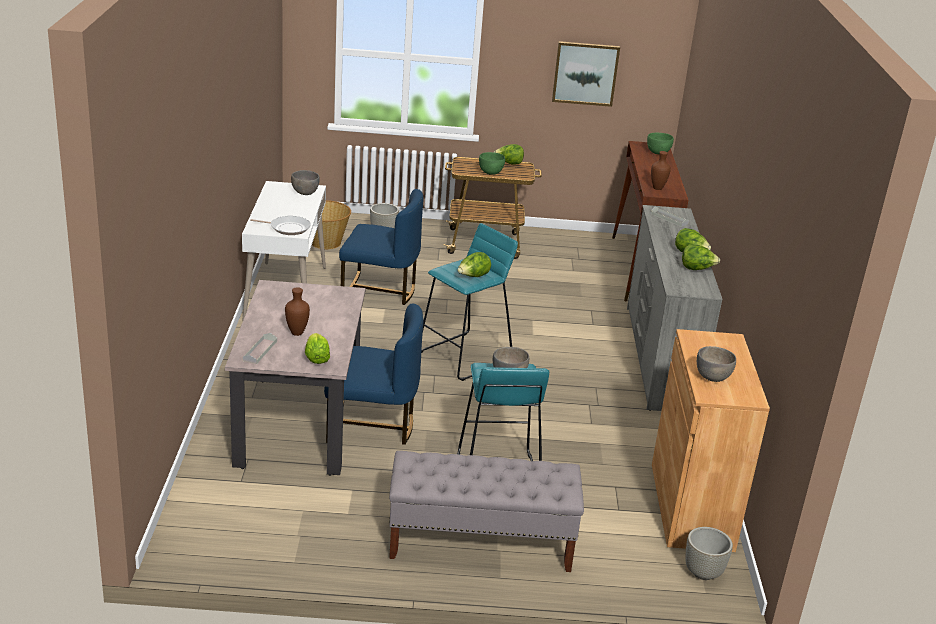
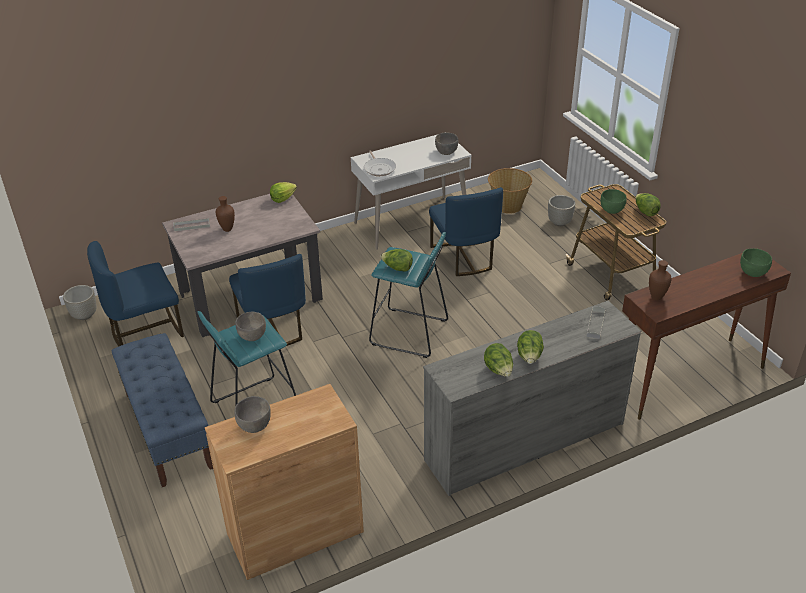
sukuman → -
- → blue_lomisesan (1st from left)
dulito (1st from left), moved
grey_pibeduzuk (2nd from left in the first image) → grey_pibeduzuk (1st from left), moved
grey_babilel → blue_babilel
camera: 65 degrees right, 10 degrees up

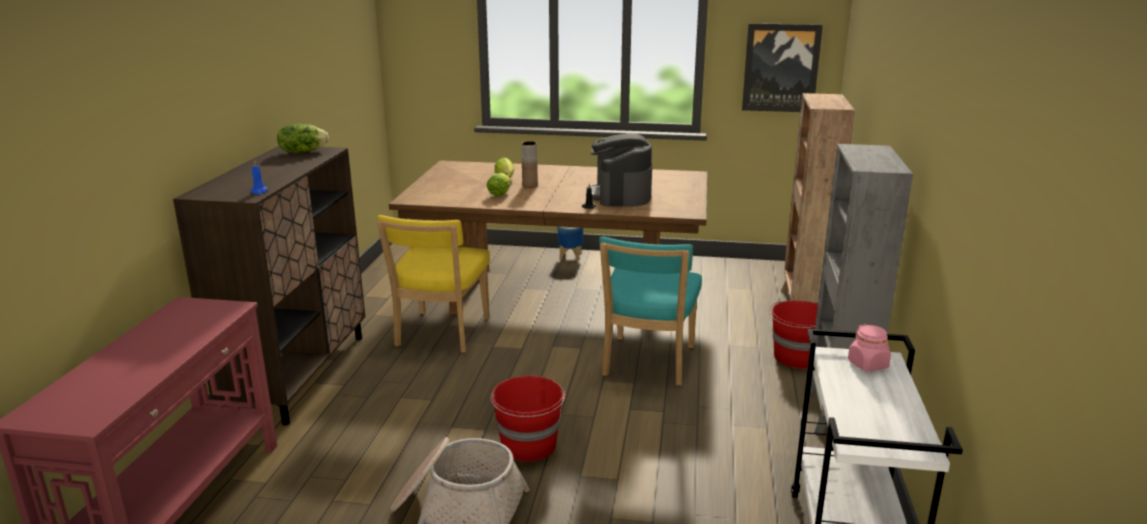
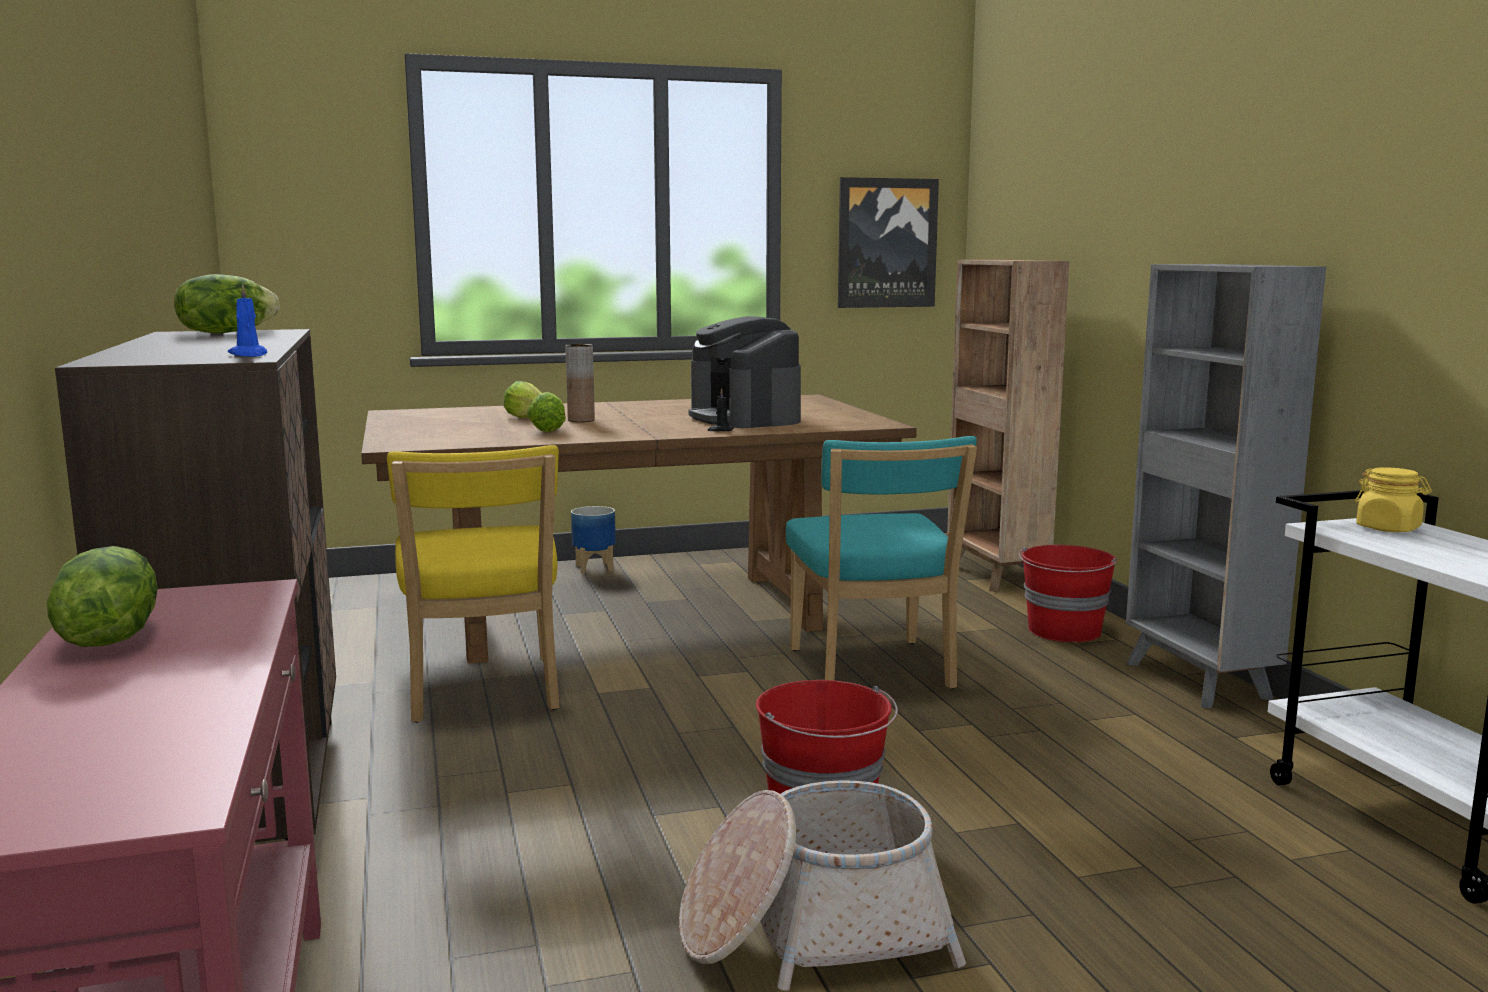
- → dulito (1st from left)
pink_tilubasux → yellow_tilubasux
camera: 25 degrees left, 10 degrees down

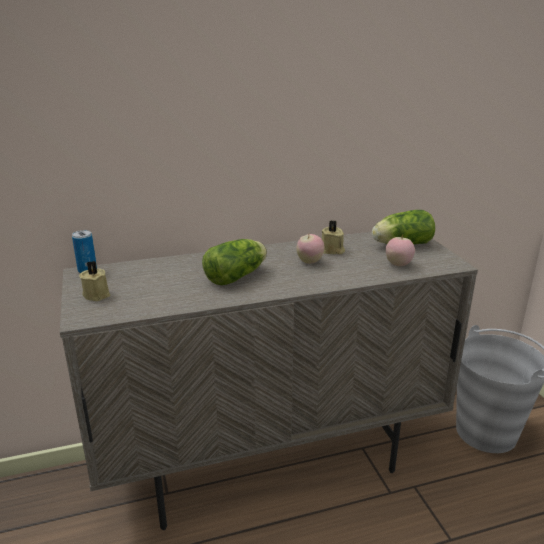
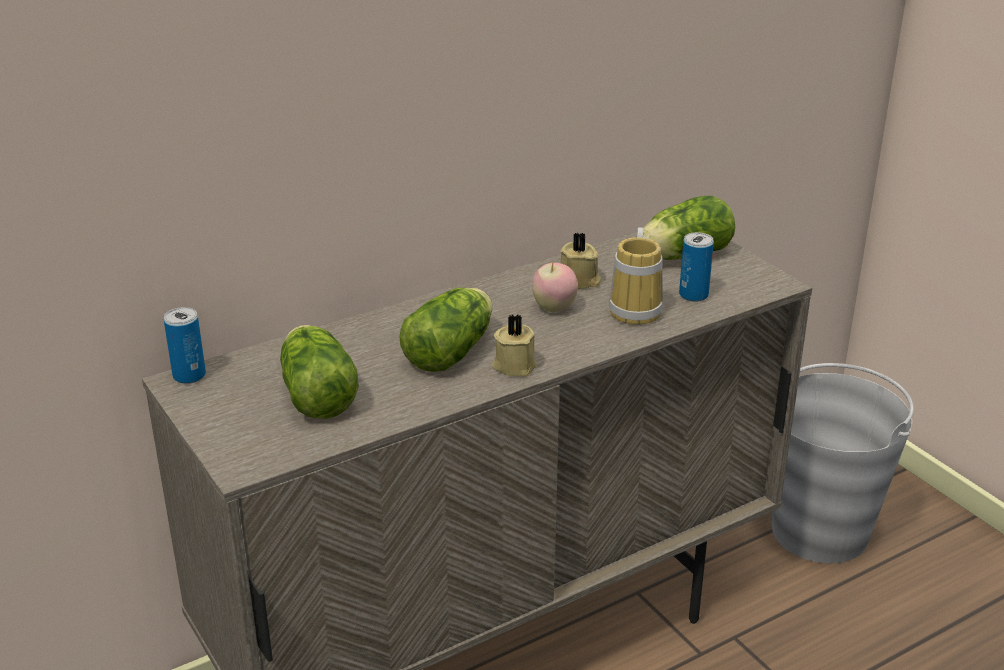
- → dulito (1st from left)
- → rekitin
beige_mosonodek (1st from left), moved
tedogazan (2nd from left) → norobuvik (2nd from left)
camera: 15 degrees left, 5 degrees up

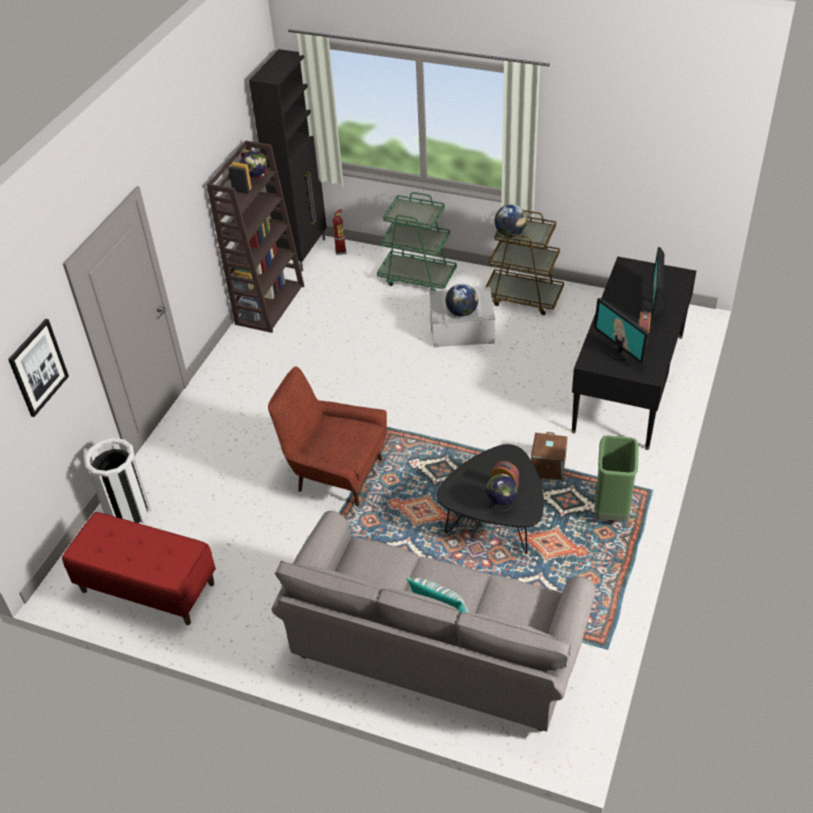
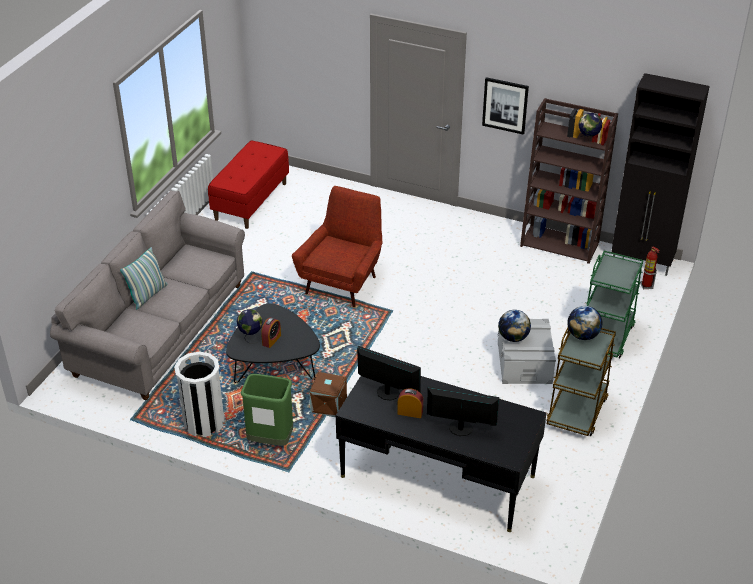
sukuman, moved
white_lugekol, moved
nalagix (1st from left), 60 degrees clockwise
camera: 90 degrees right, 5 degrees down

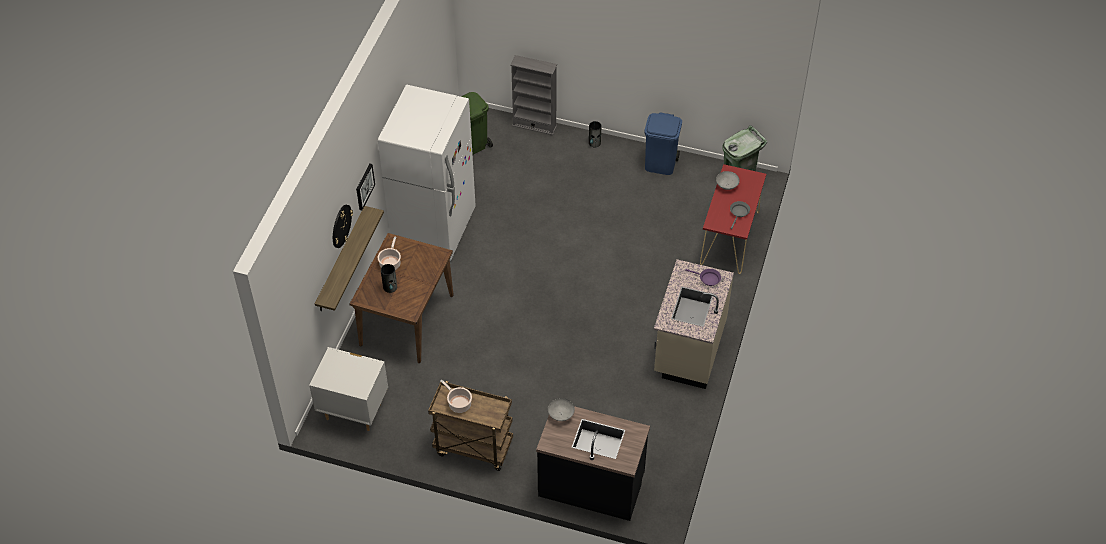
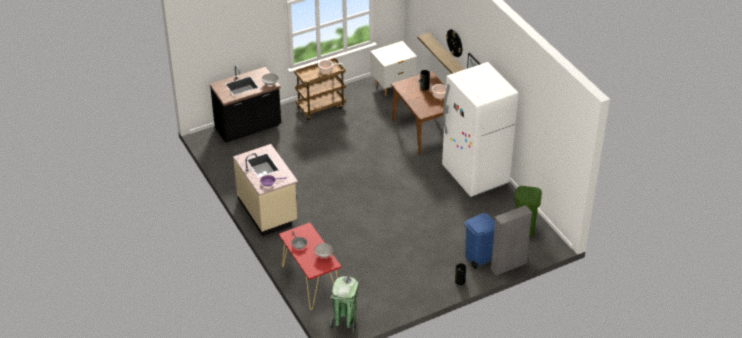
blue_lugekol, moved
camera: 135 degrees right, 10 degrees down

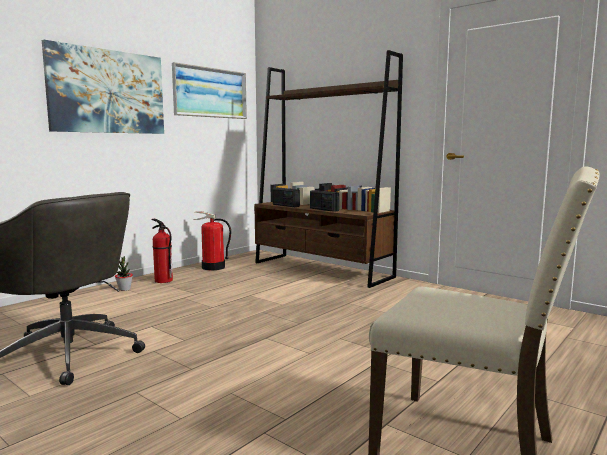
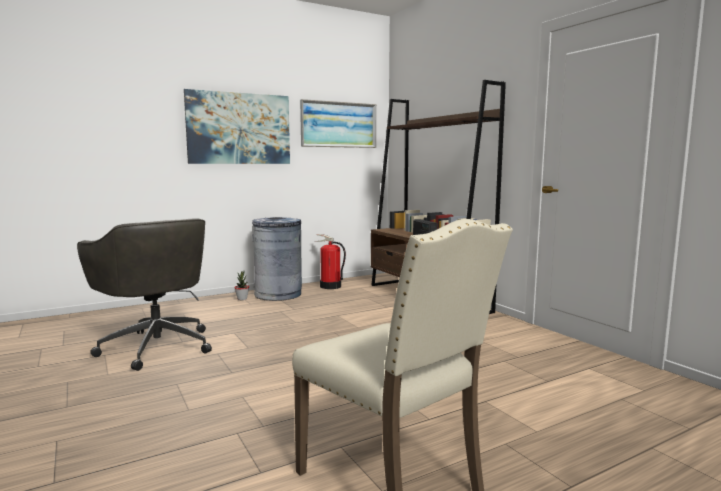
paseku (1st from left) → -
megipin (1st from left) → grey_lugekol
camera: 20 degrees right, 0 degrees up

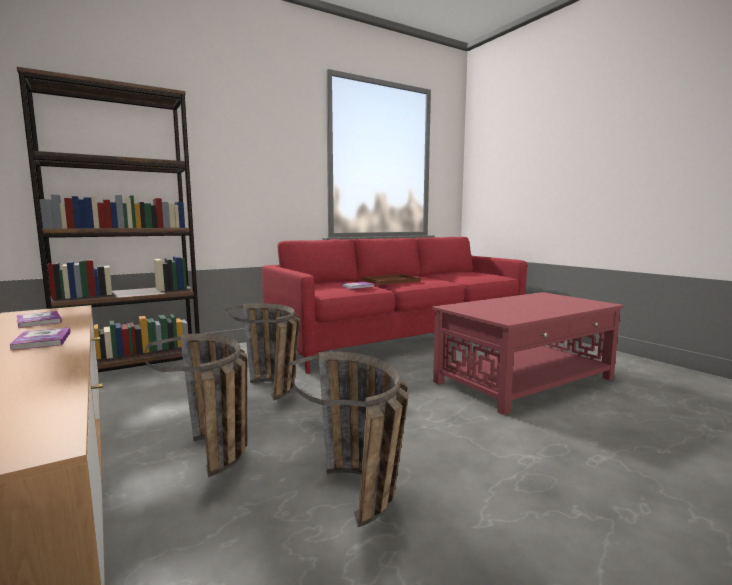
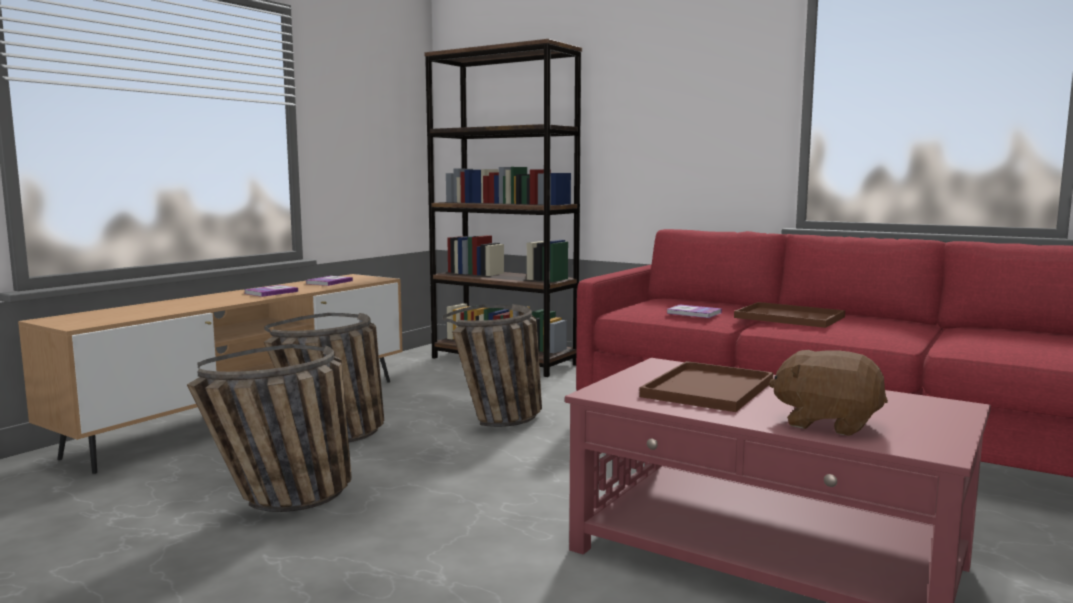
- → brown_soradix (1st from left)
- → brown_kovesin
camera: 65 degrees right, 0 degrees up

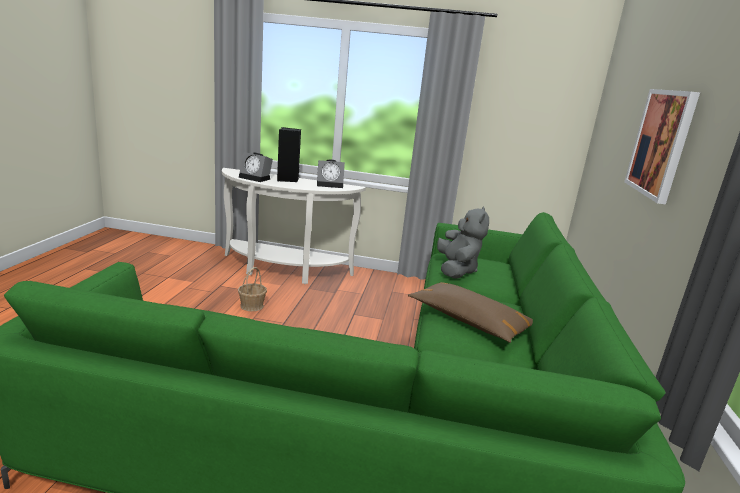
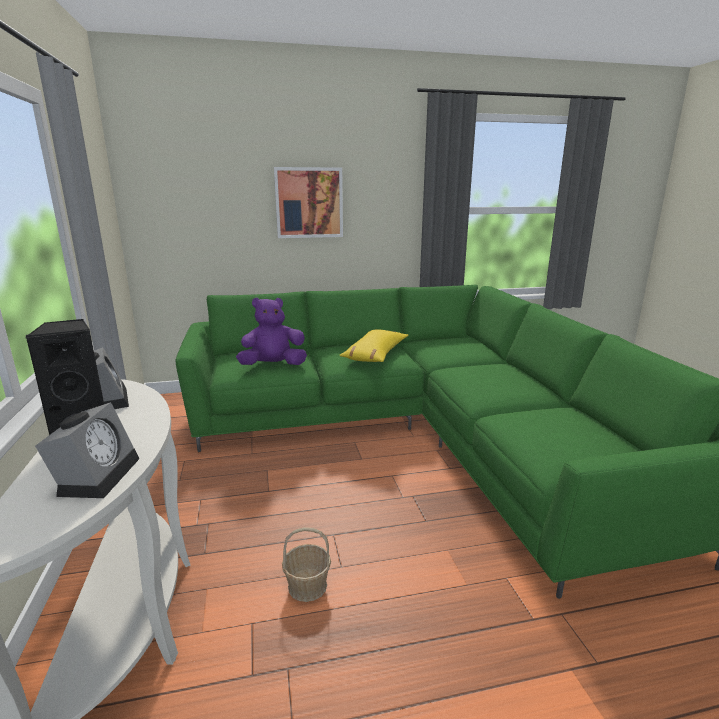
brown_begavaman → yellow_begavaman
grey_kovesin → purple_kovesin
camera: 110 degrees left, 0 degrees up

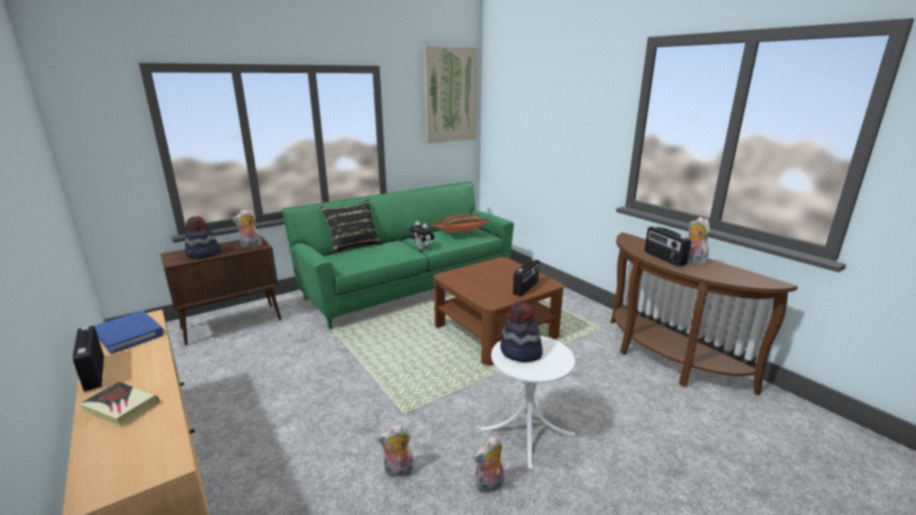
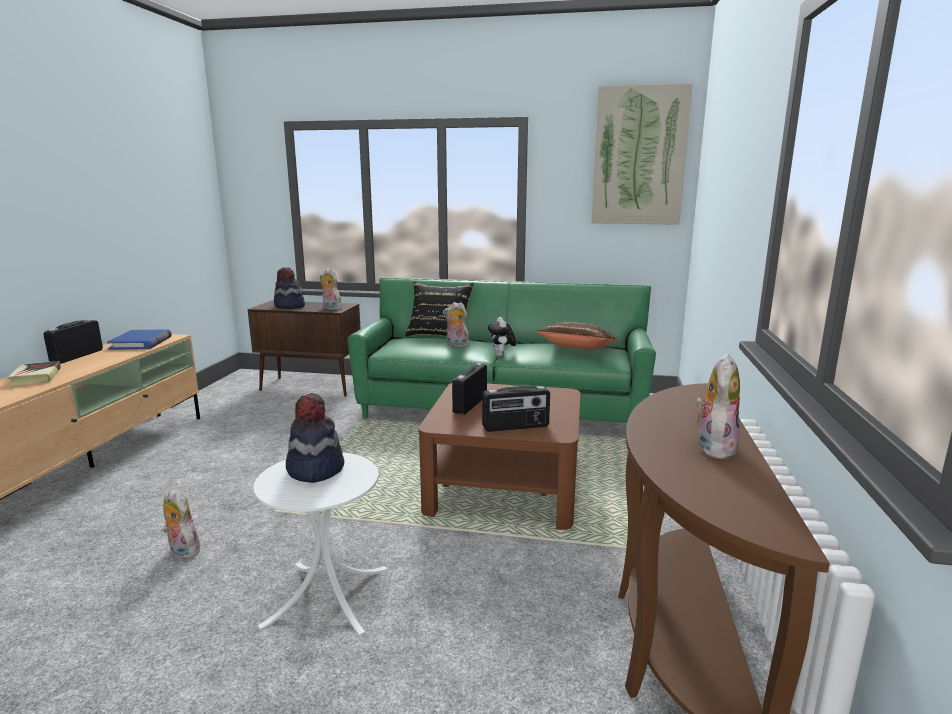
kovesin (4th from left in the first image) → kovesin (3rd from left), moved
paseku (3rd from left in the first image) → paseku (2nd from left), moved
camera: 45 degrees right, 5 degrees down

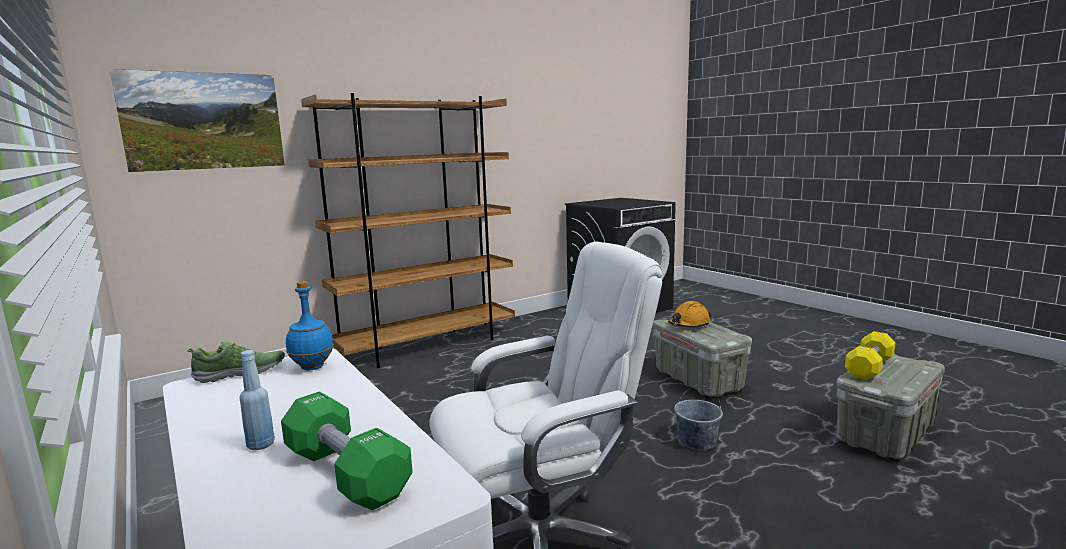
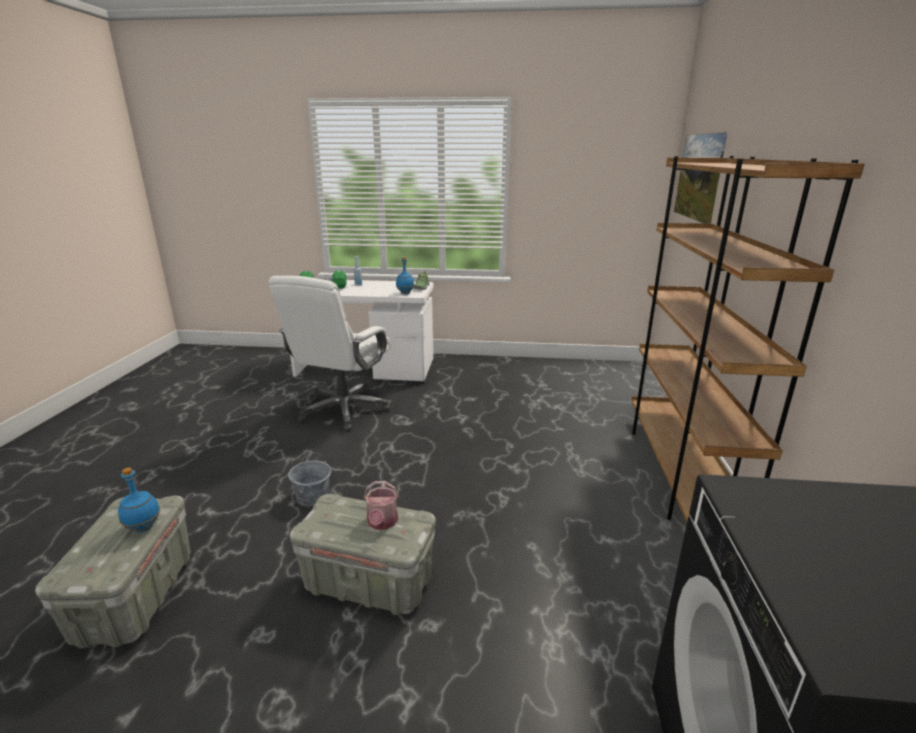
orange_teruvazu → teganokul
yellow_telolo → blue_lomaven (1st from left)
camera: 130 degrees right, 10 degrees up

